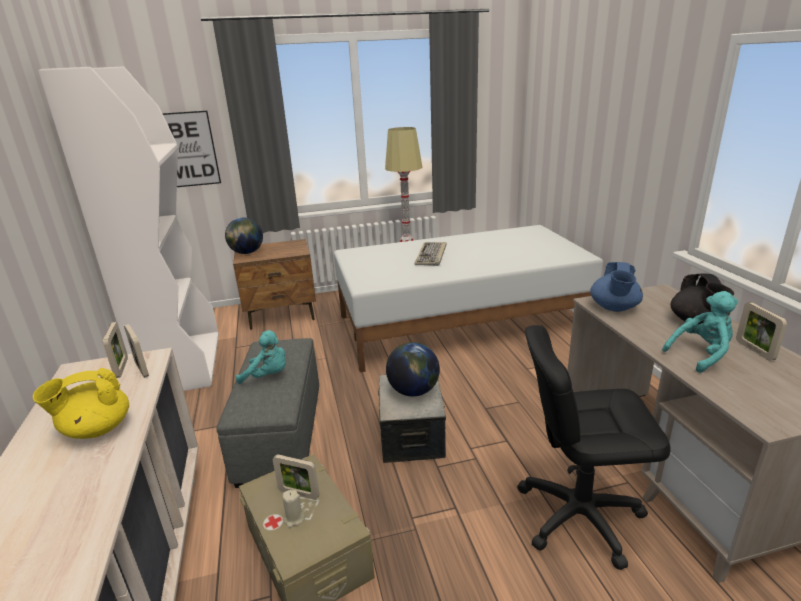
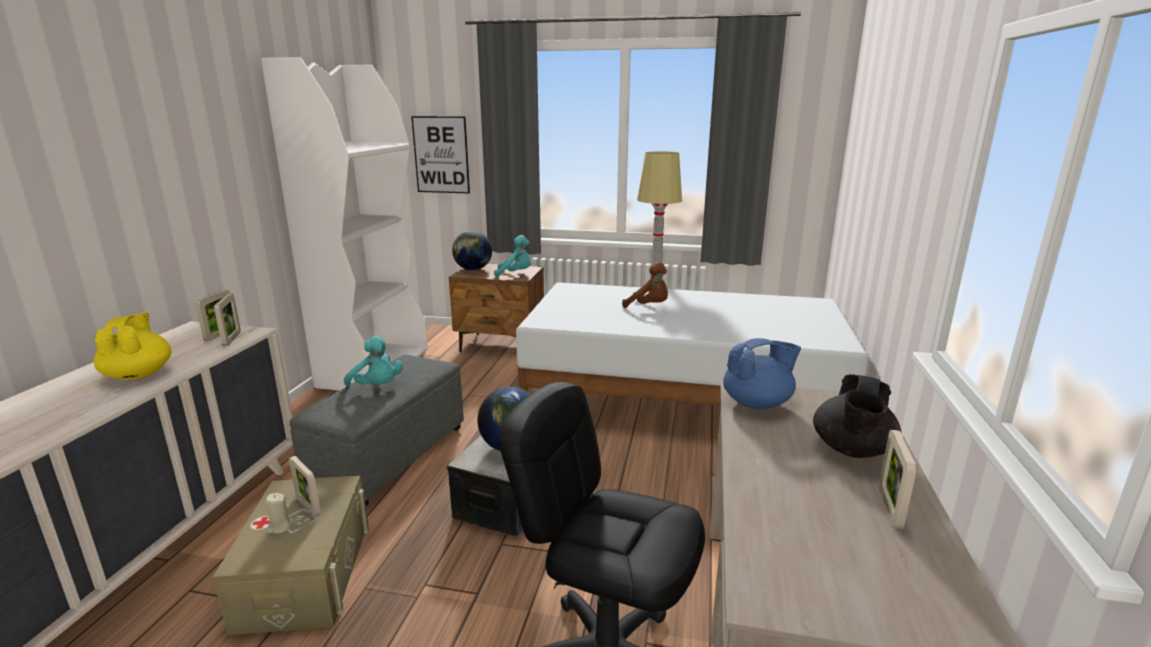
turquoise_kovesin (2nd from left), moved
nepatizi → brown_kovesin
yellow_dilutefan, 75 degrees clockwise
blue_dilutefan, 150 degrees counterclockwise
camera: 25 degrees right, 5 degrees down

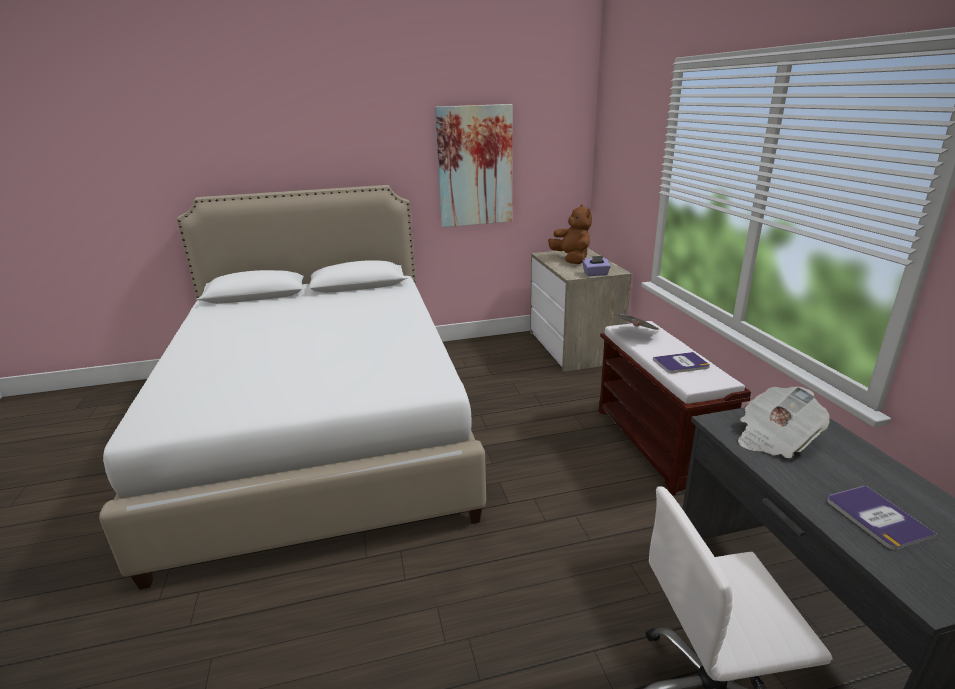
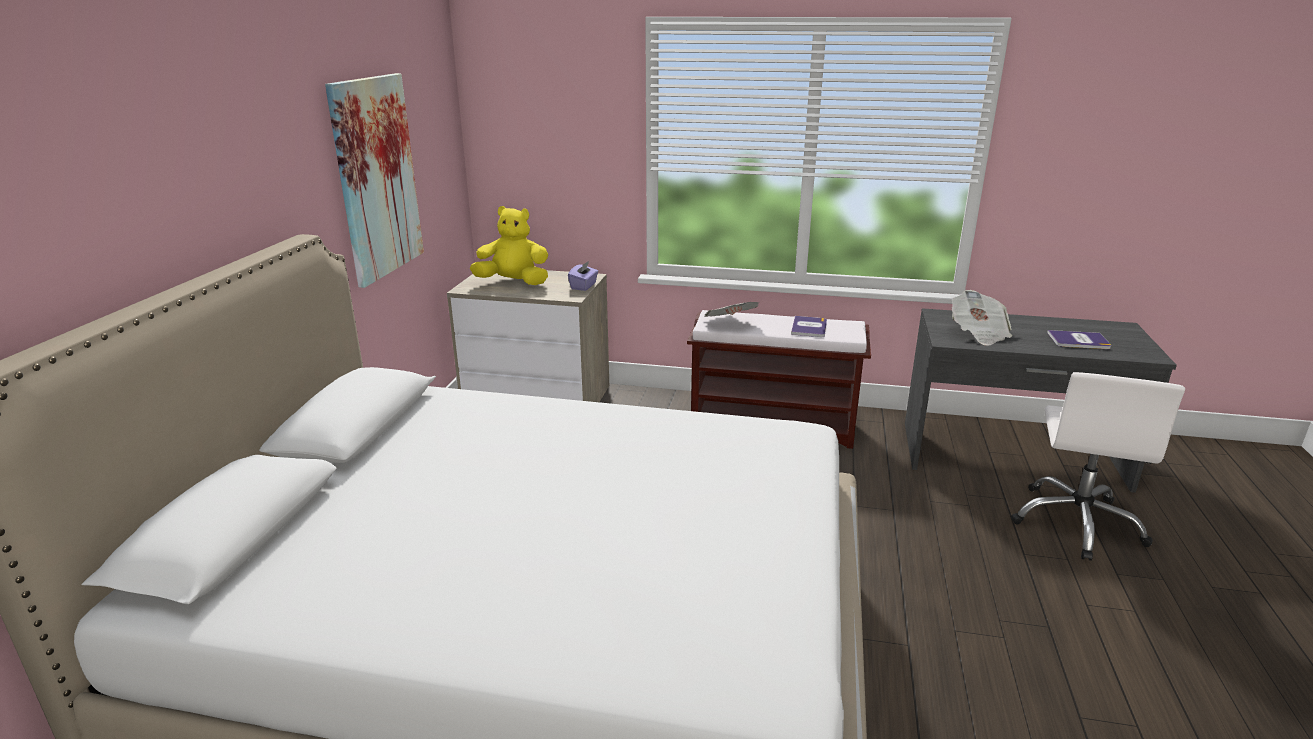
brown_kovesin → yellow_kovesin
camera: 65 degrees left, 0 degrees up

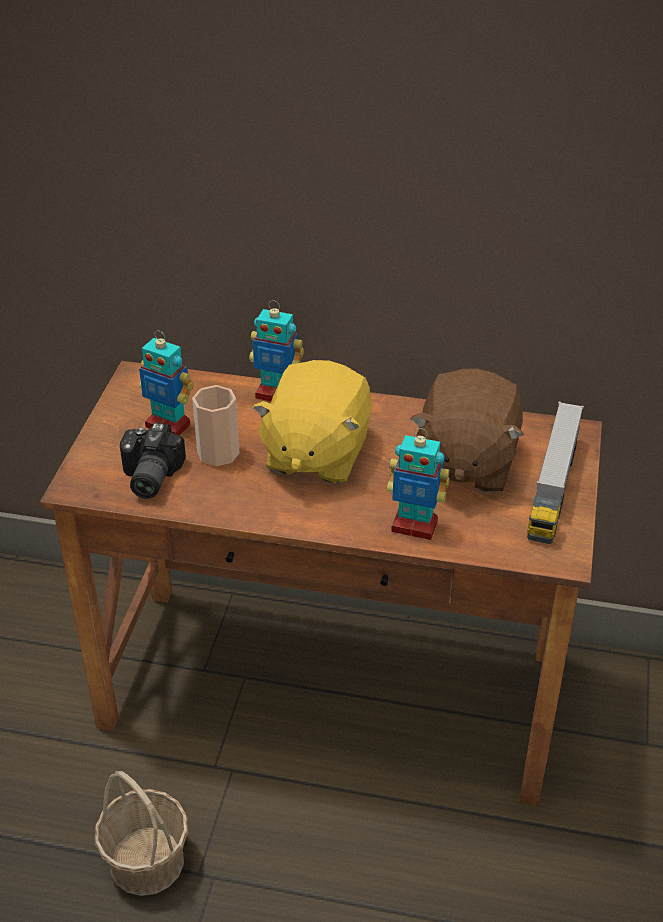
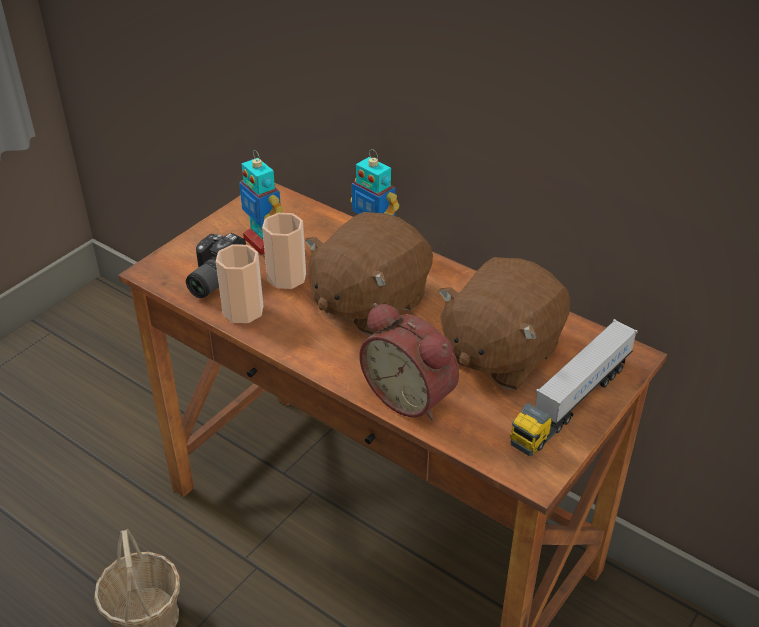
- → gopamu (1st from left)
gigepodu (3rd from left) → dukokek
yellow_kovesin → brown_kovesin (1st from left)
camera: 25 degrees right, 0 degrees up

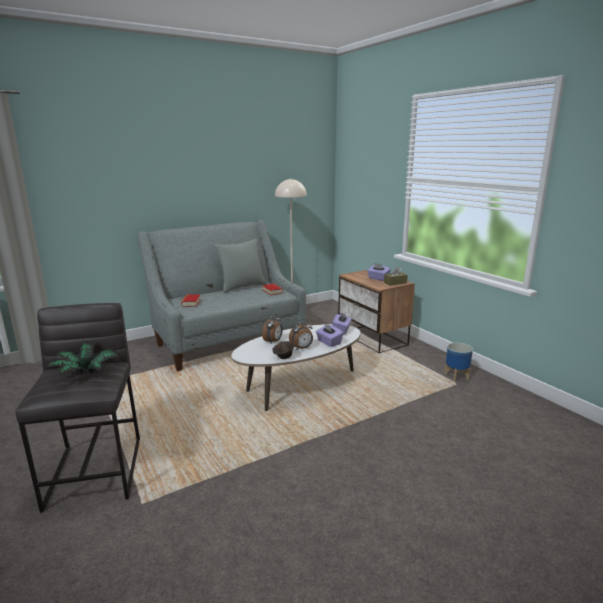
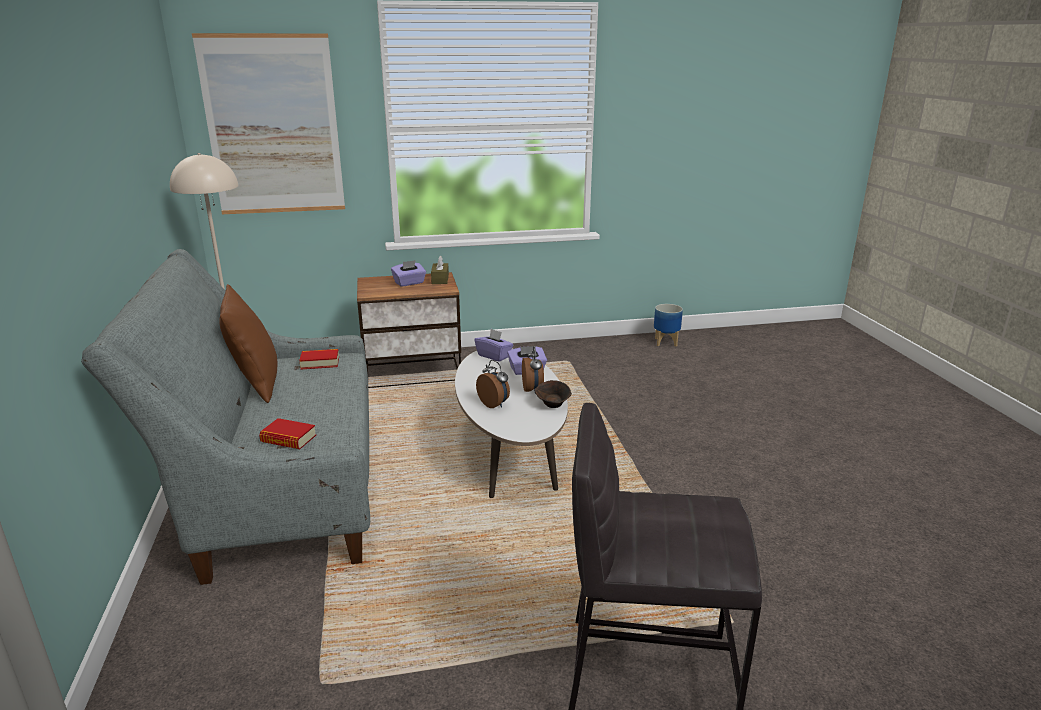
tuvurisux → -
- → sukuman
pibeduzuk, moved
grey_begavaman → brown_begavaman
camera: 70 degrees left, 5 degrees up

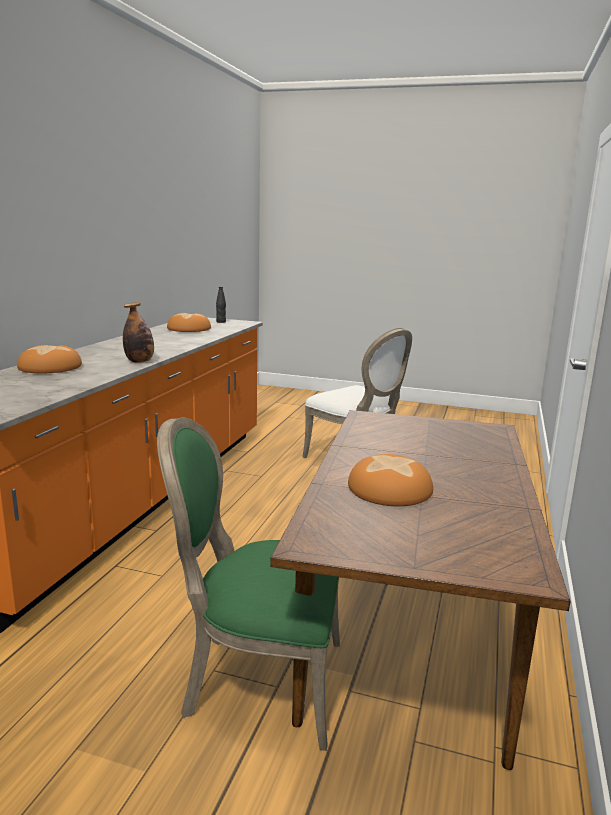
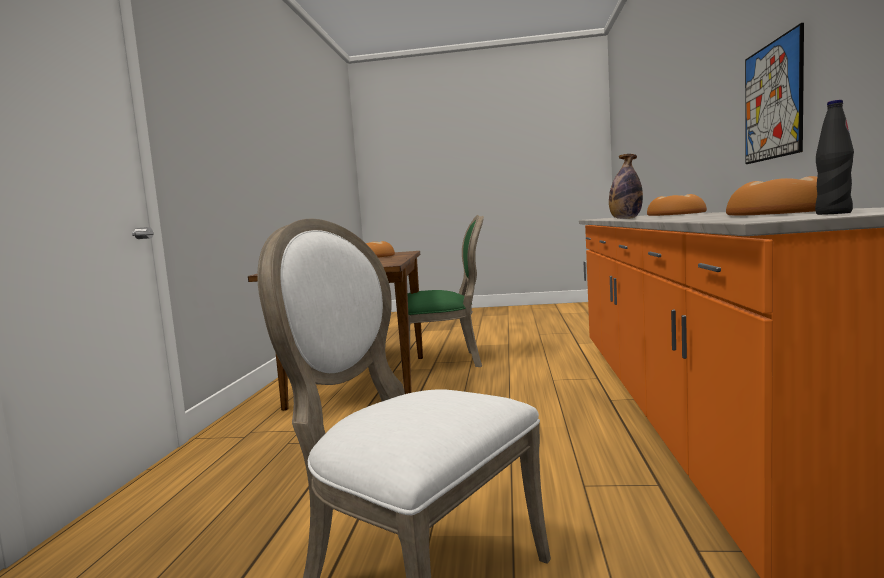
- → sukuman
camera: 170 degrees right, 10 degrees down

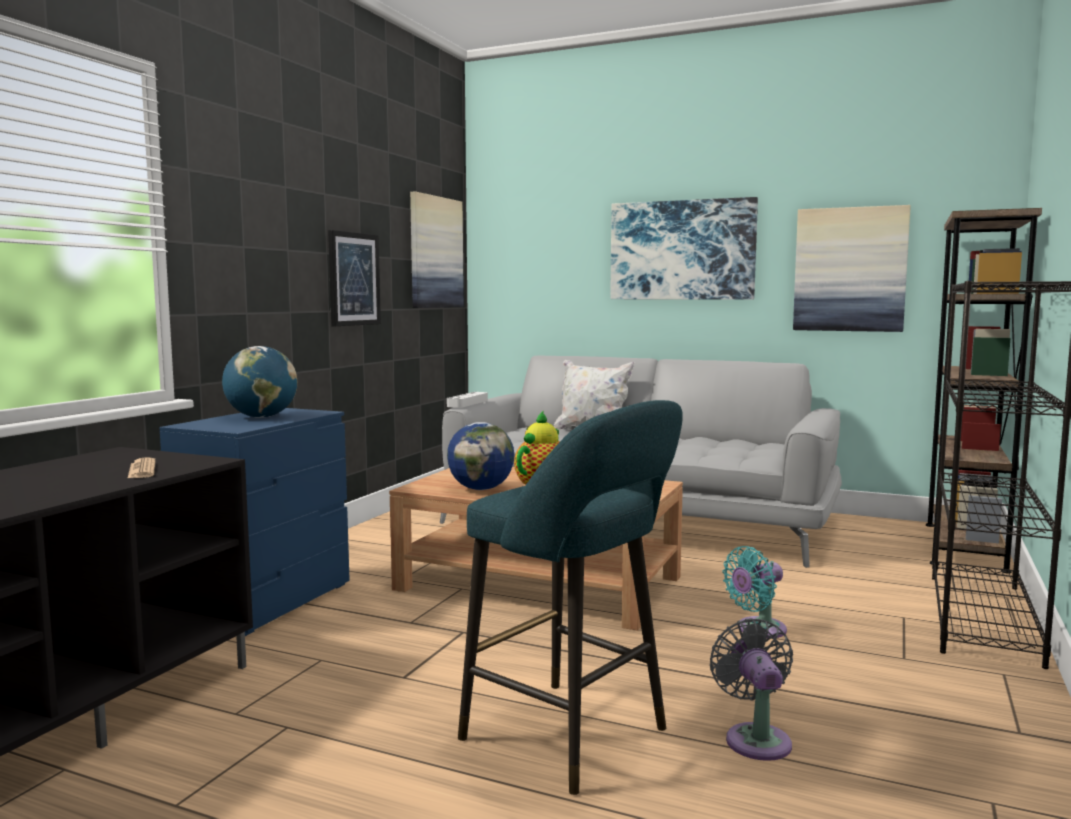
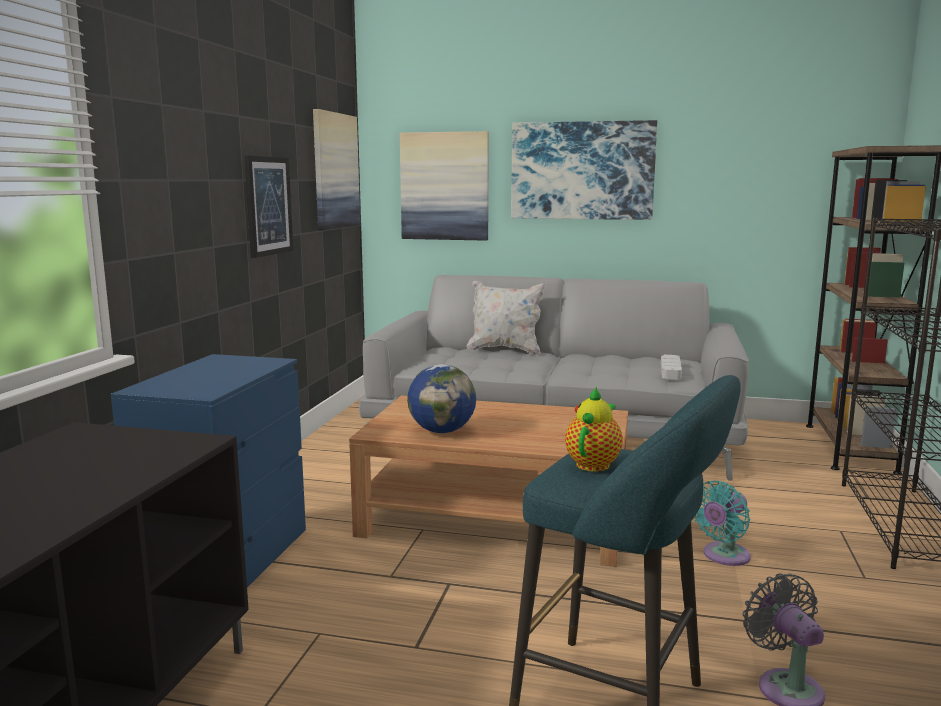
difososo → -
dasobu (1st from left) → -
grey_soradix, moved
sukuman (4th from left in the first image) → sukuman (3rd from left), moved
camera: 10 degrees left, 5 degrees up

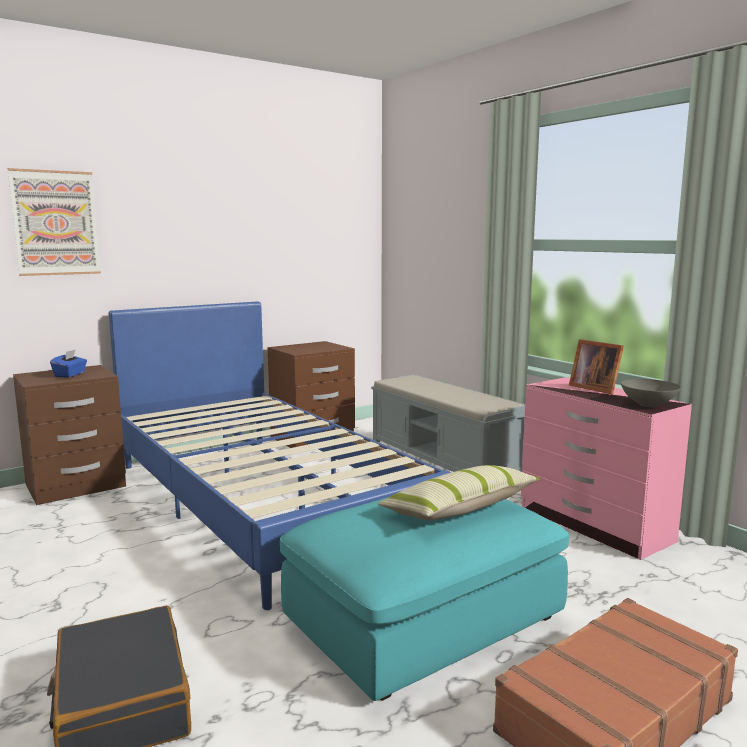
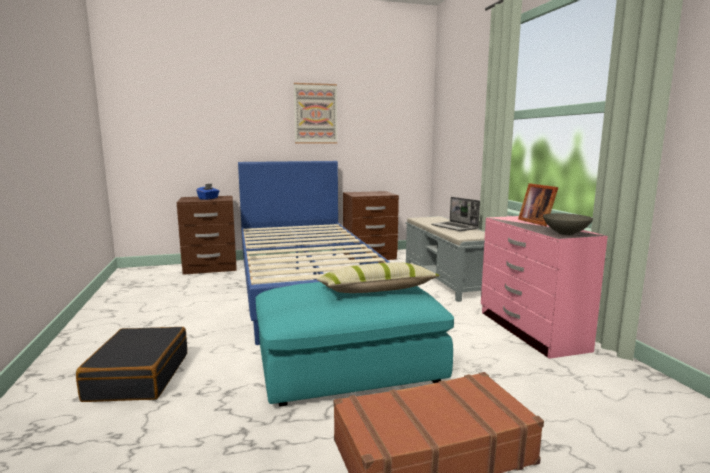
- → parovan
sukuman, moved
camera: 20 degrees right, 0 degrees up

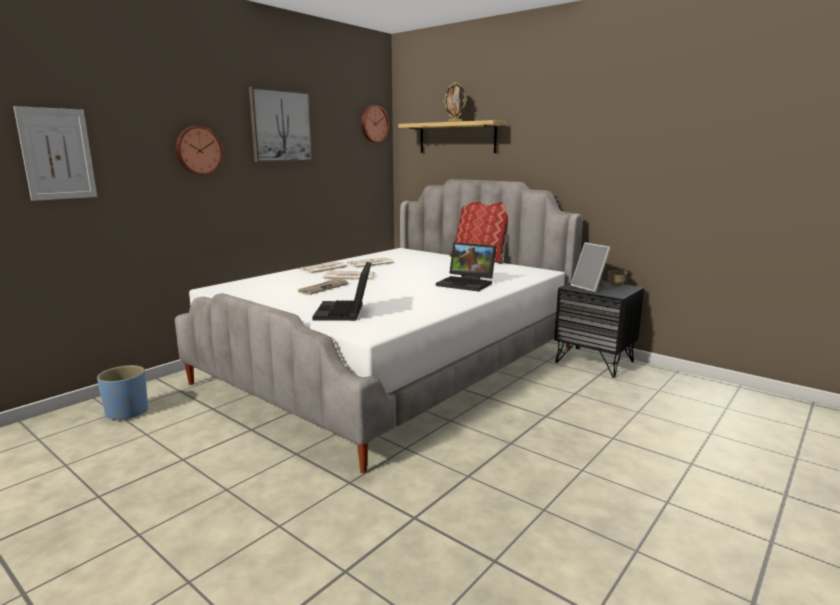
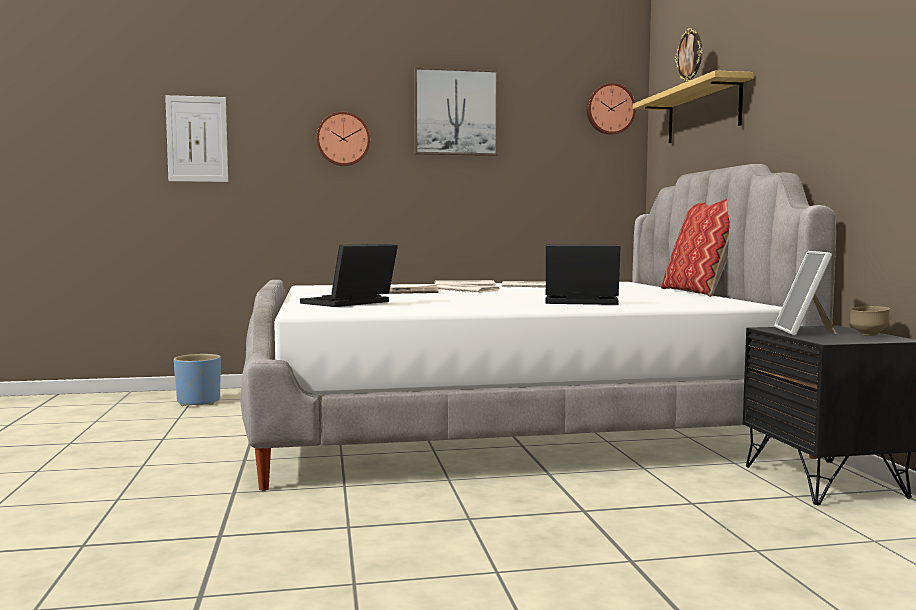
parovan (2nd from left), 120 degrees clockwise
camera: 40 degrees right, 10 degrees down

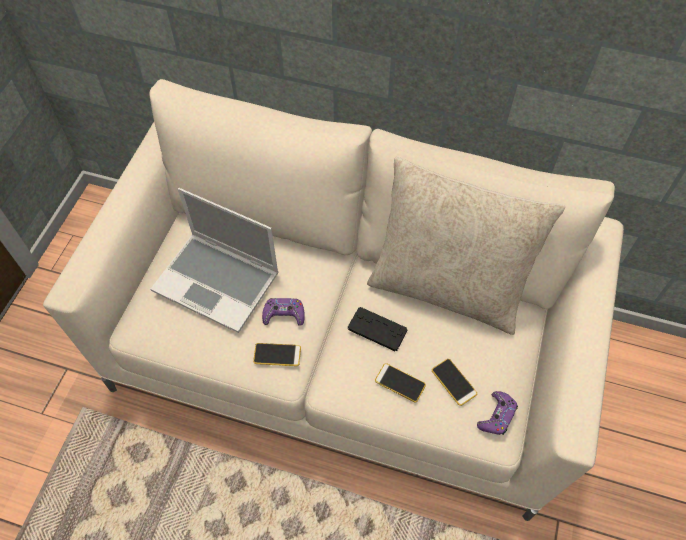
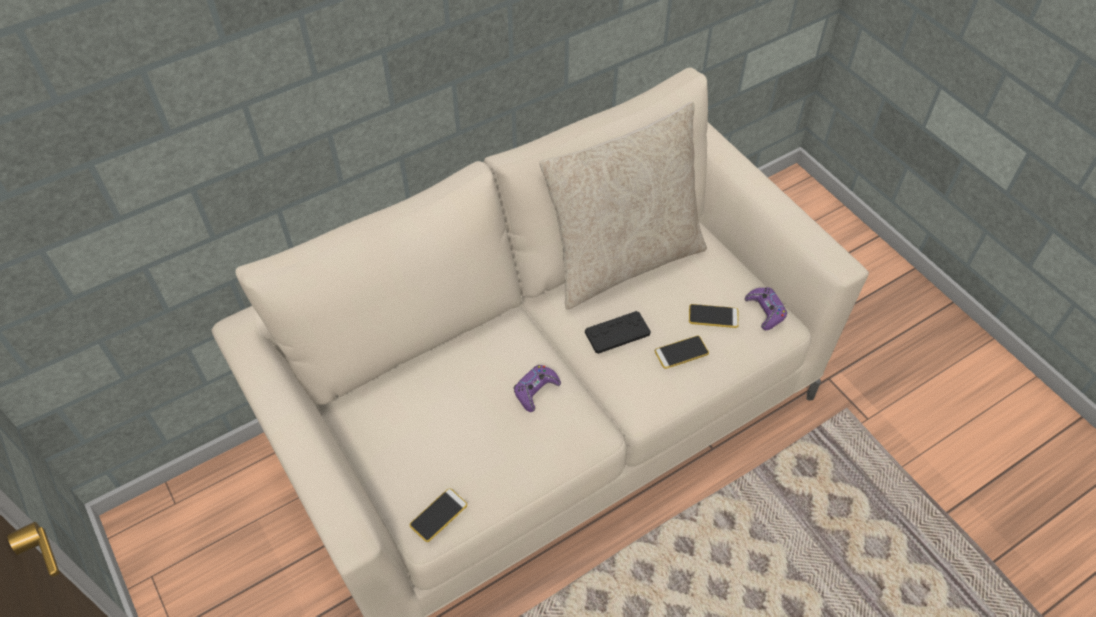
parovan → -
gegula (1st from left), moved
camera: 50 degrees left, 5 degrees down

